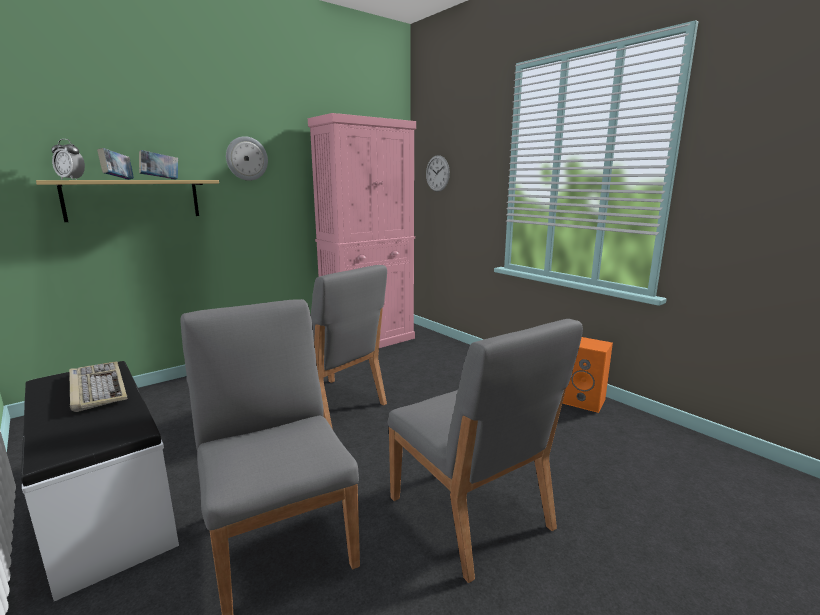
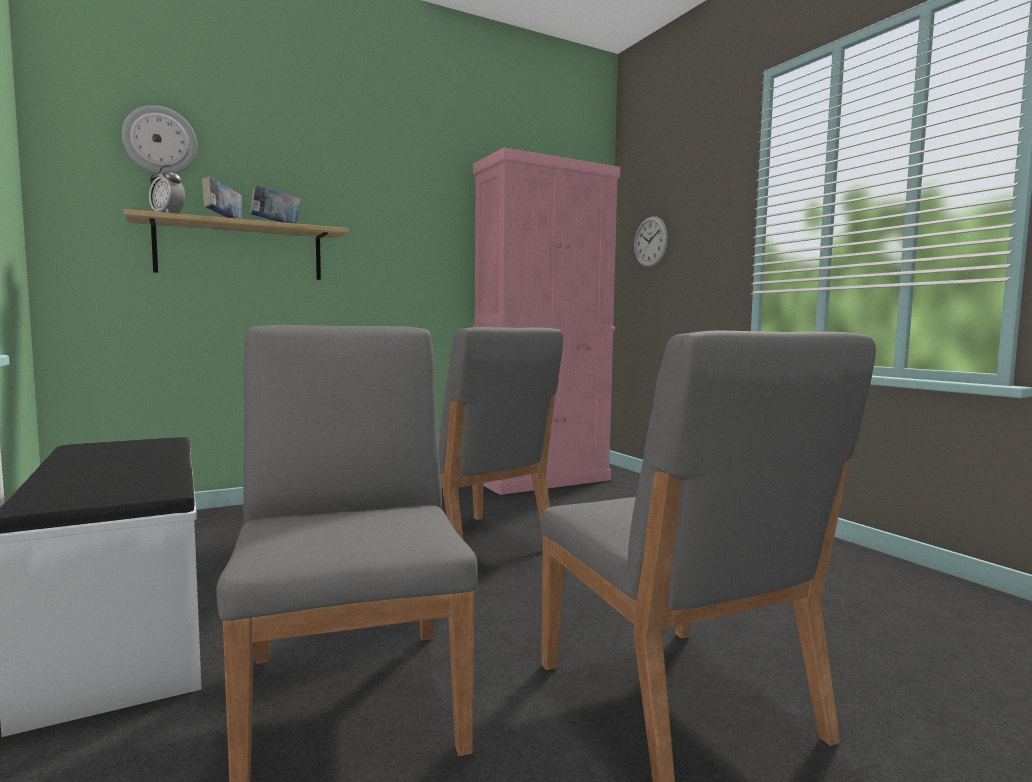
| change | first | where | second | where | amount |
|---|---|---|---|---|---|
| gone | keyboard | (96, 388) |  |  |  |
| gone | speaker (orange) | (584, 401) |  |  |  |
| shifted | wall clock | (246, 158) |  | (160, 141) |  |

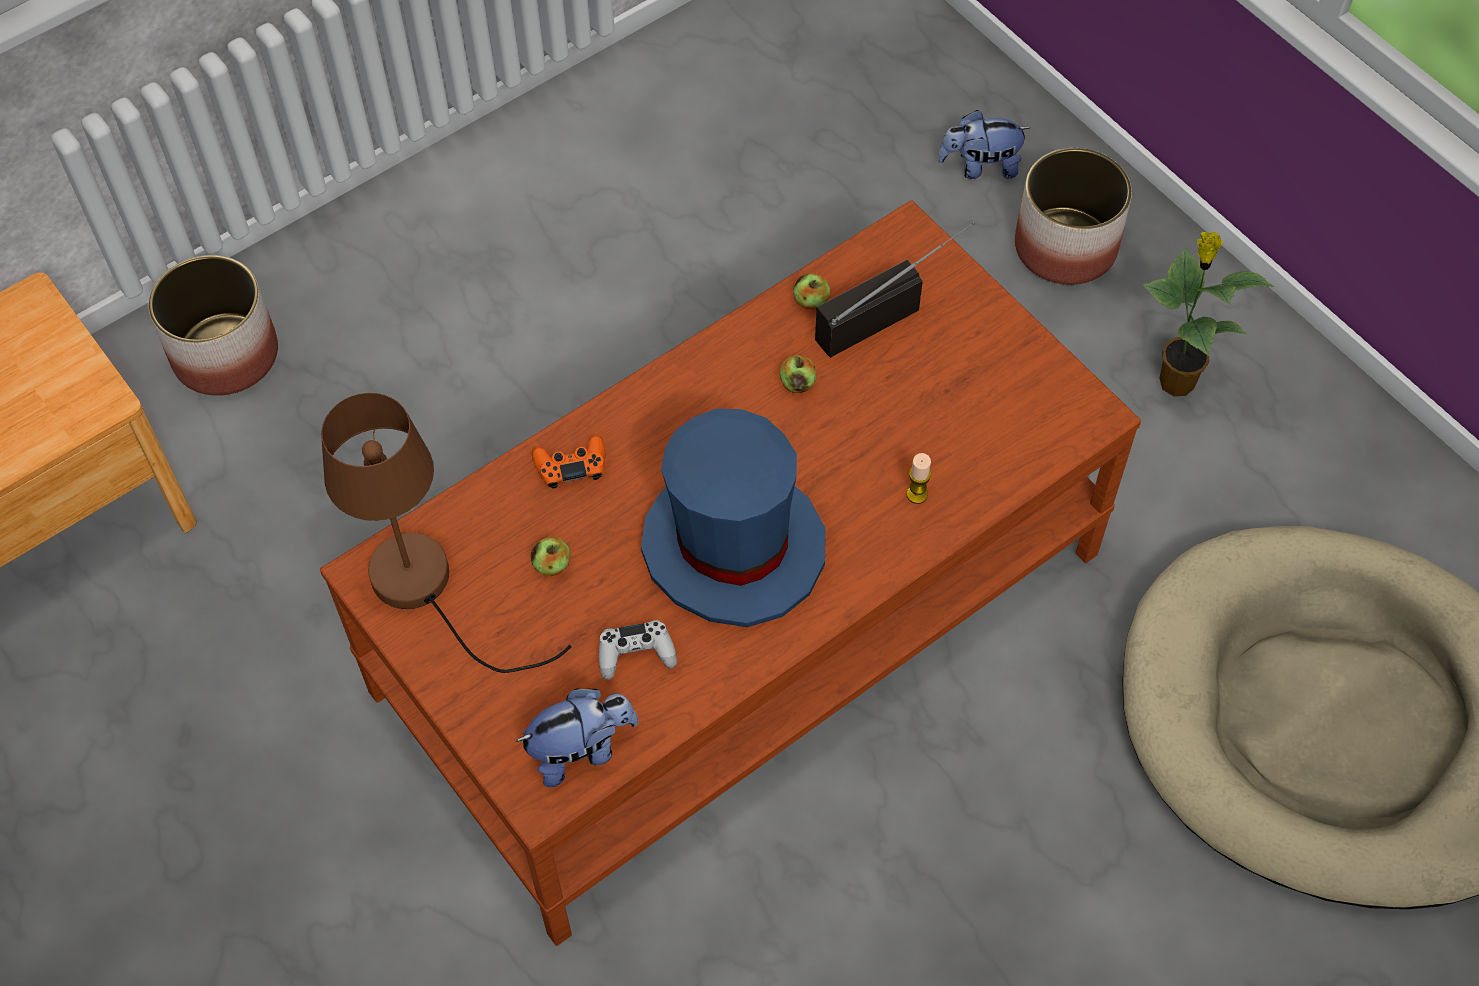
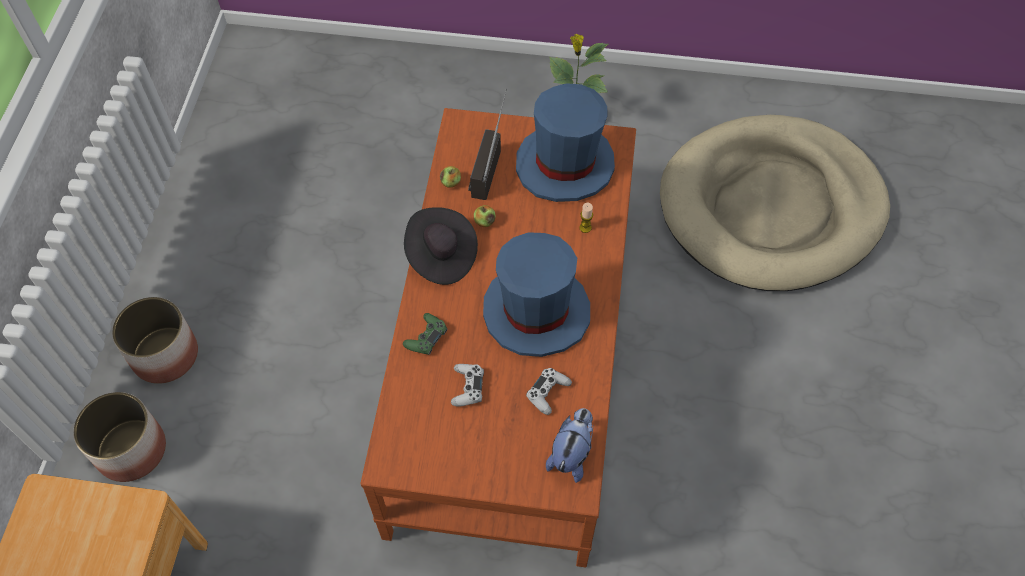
| change | first | where | second | where | amount |
|---|---|---|---|---|---|
| gone | table lamp (brown) | (428, 590) |  |  |  |
| gone | plush toy | (980, 166) |  |  |  |
| new |  |  | hat (black) | (441, 256) |  |
| new |  |  | hat (blue) | (565, 165) |  |
| shifted | planter | (1066, 246) |  | (165, 354) |  |
| swapped | apple | (552, 565) | game controller (white) | (467, 387) |  |
| repainted | game controller (orange) | (571, 466) | game controller (green) | (426, 337) |  |

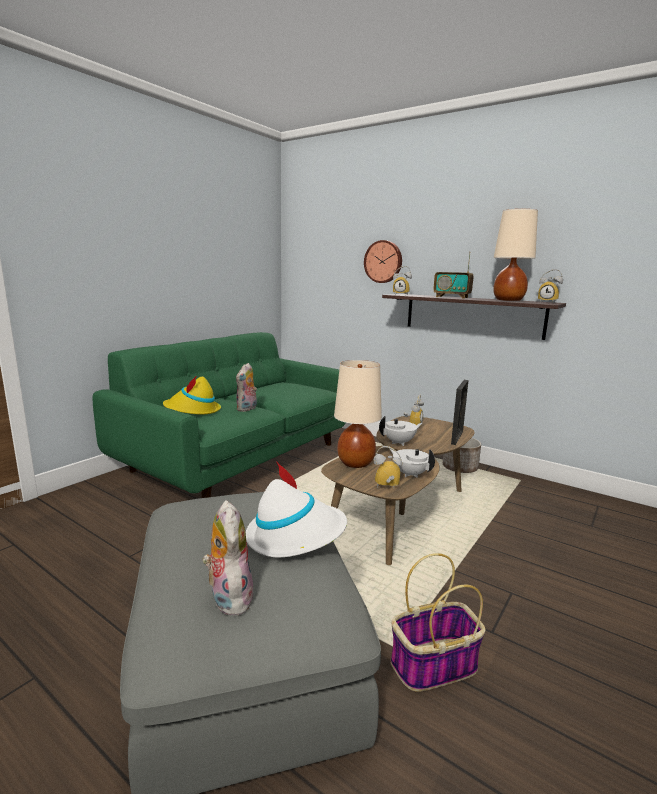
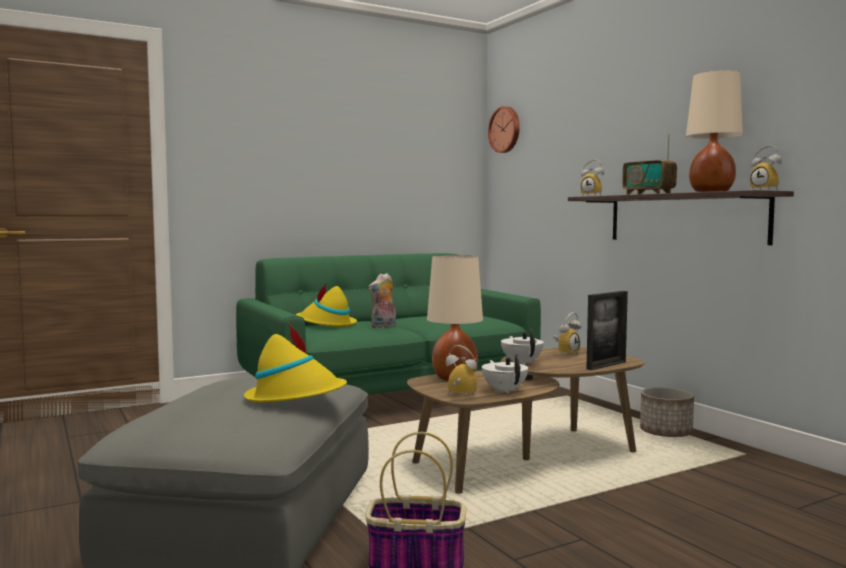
| change | first | where | second | where | amount |
|---|---|---|---|---|---|
| gone | plush toy | (228, 597) |  |  |  |
| shifted | wall clock | (383, 261) |  | (505, 129) |  |
| repainted | hat (white) | (295, 535) | hat (yellow) | (295, 397) |  |
| rotated | teapot (white) | (399, 442) |  | (522, 363) | 105 degrees counterclockwise |

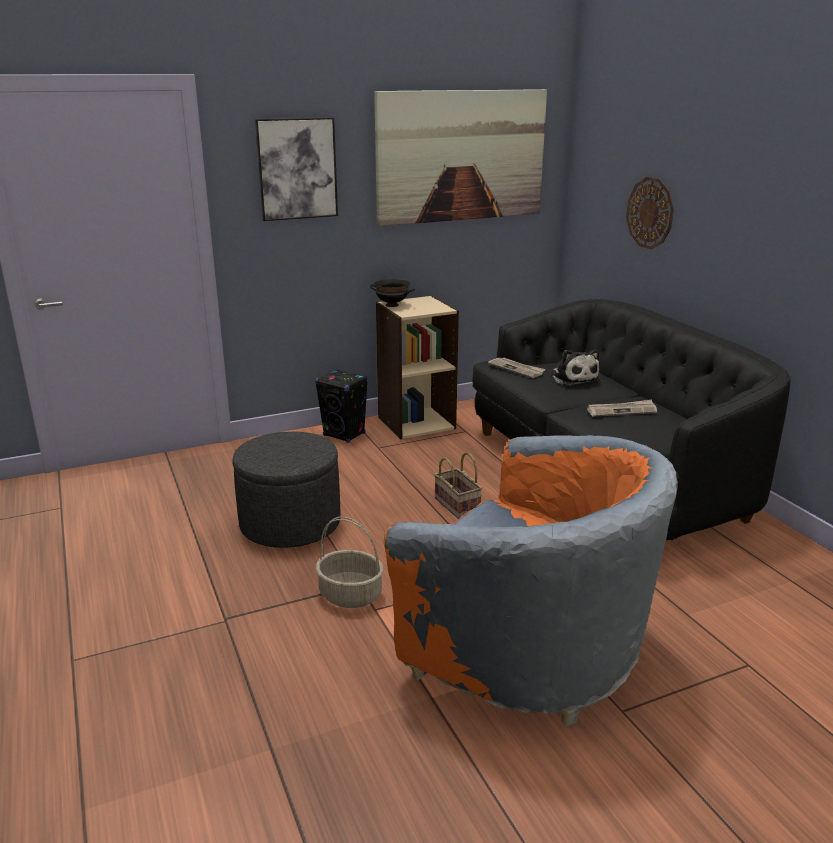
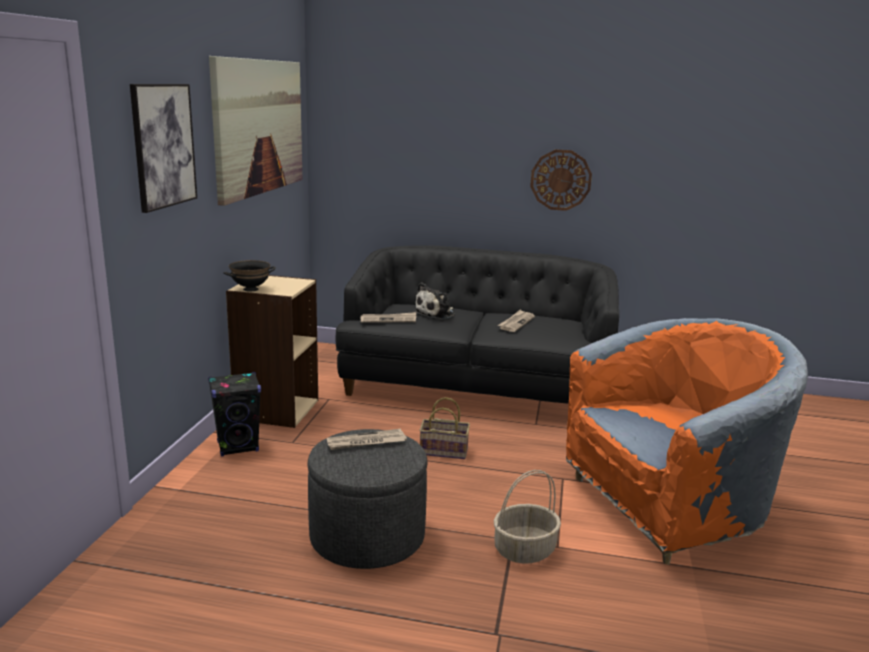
| change | first | where | second | where | amount |
|---|---|---|---|---|---|
| new |  |  | newspaper | (366, 442) |  |
| shifted | wall clock | (650, 213) |  | (560, 180) |  |
| rotated | plush toy | (573, 378) |  | (436, 314) | 120 degrees clockwise |

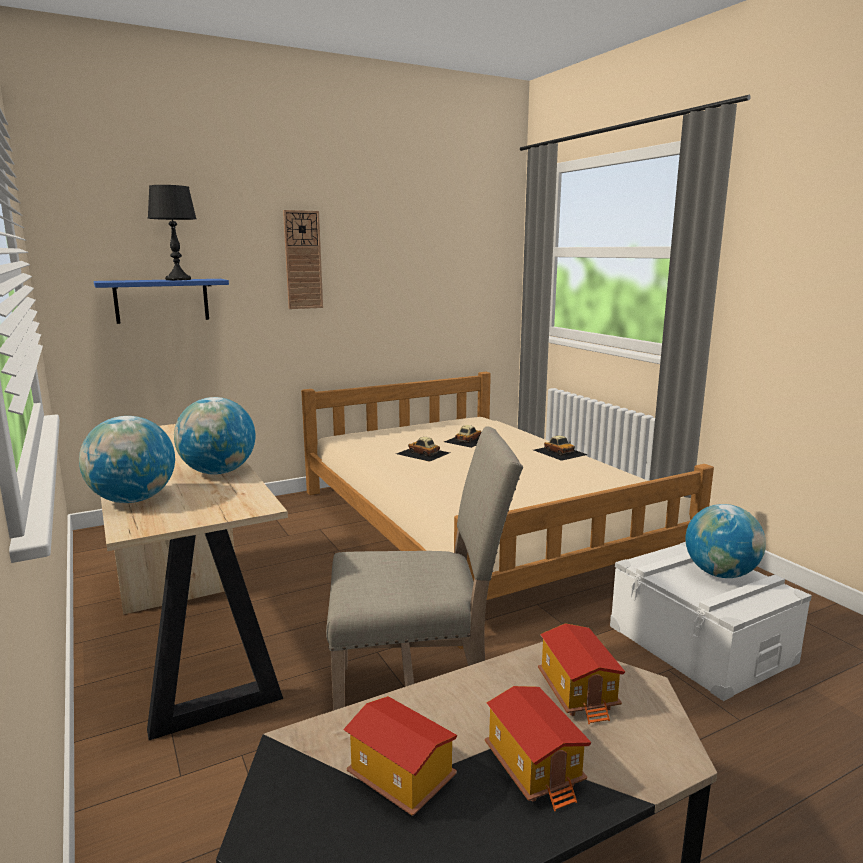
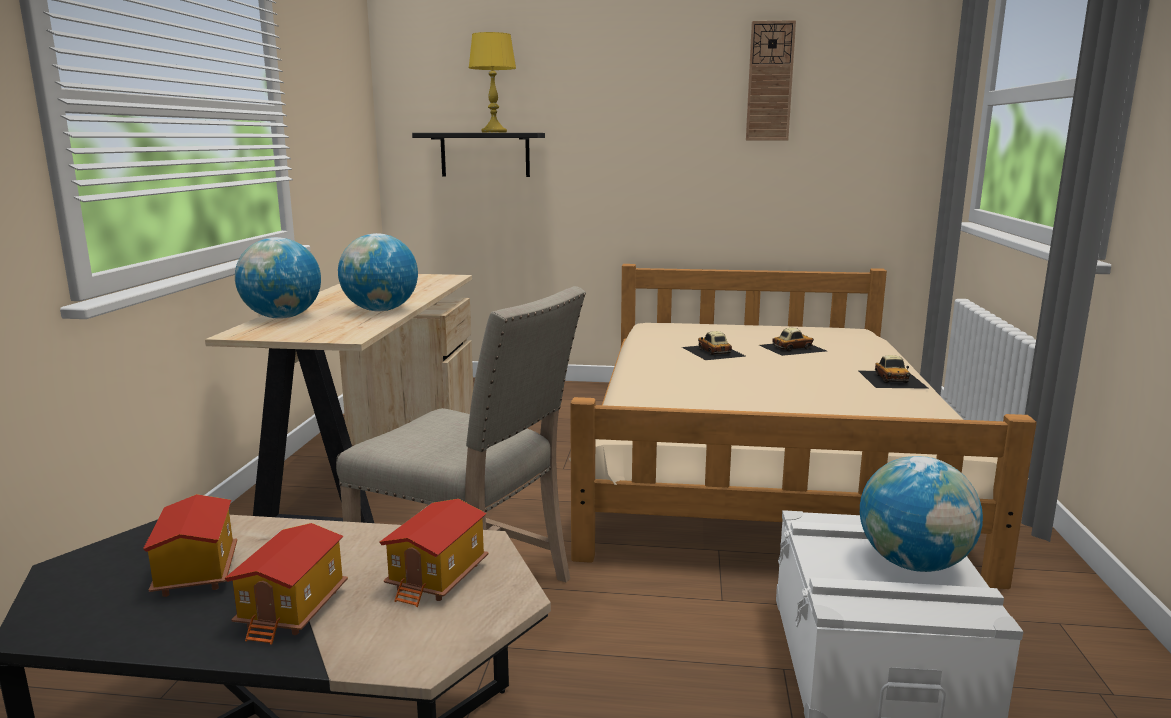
| change | first | where | second | where | amount |
|---|---|---|---|---|---|
| shifted | wall clock | (303, 260) |  | (770, 81) |  |
| repainted | shelf (blue) | (162, 300) | shelf (black) | (485, 154) |  |
| repainted | table lamp (black) | (178, 279) | table lamp (yellow) | (494, 132) |  |

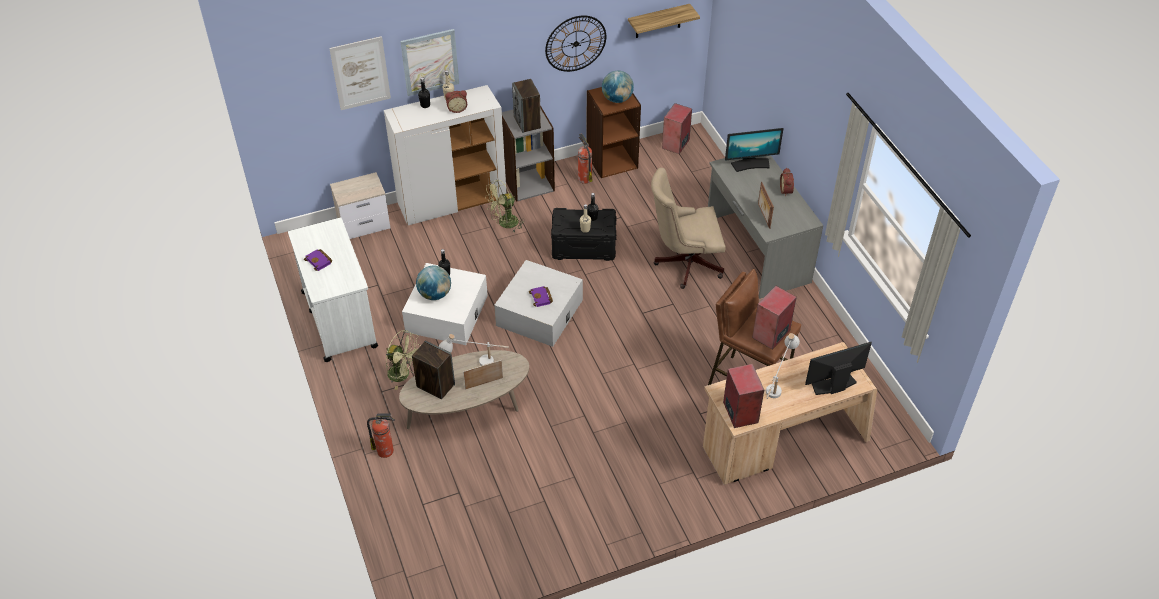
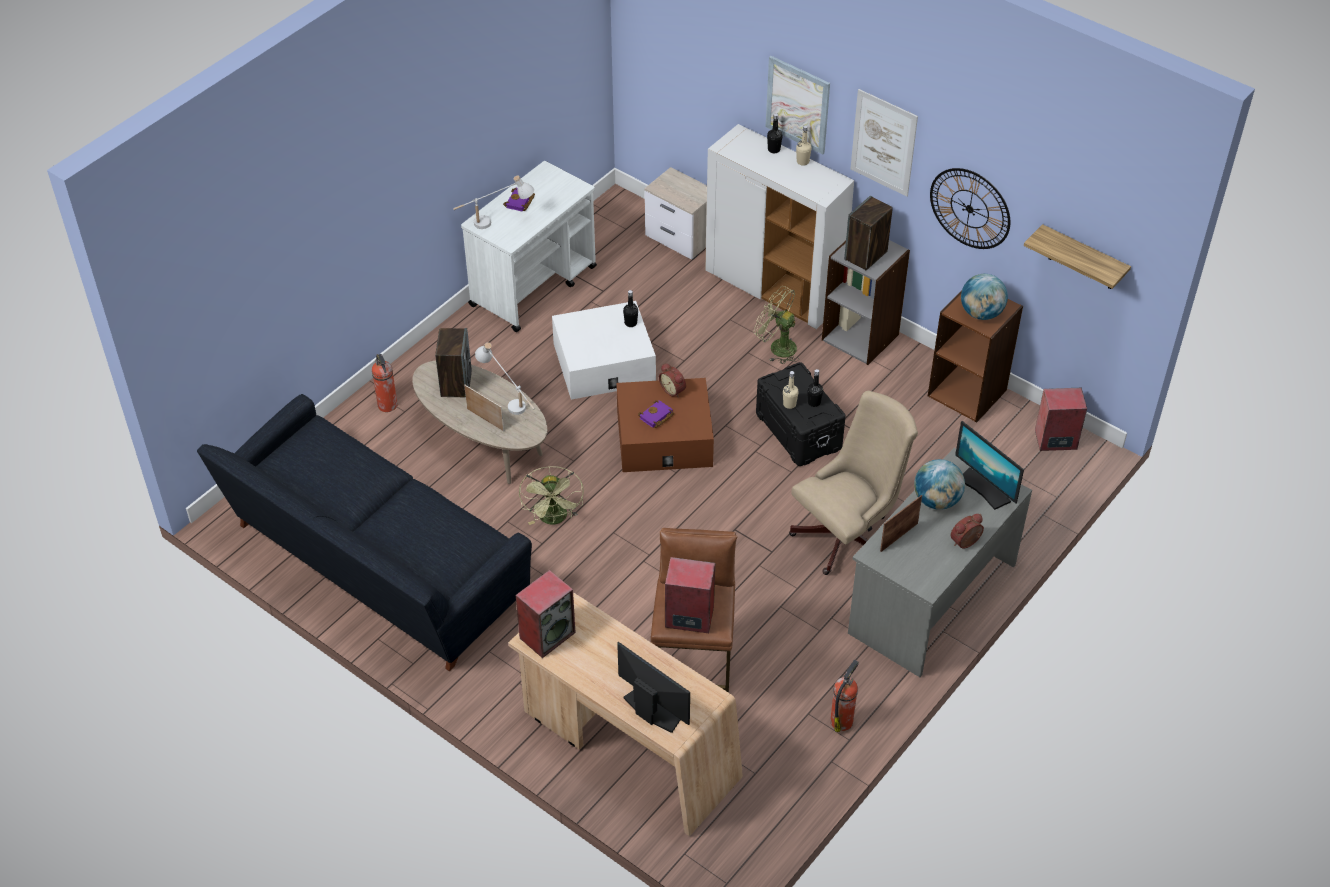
| change | first | where | second | where | amount |
|---|---|---|---|---|---|
| new |  |  | sofa (black) | (374, 567) |  |
| shifted | picture | (360, 73) |  | (883, 143) |  |
| shifted | fan (green) | (403, 374) |  | (554, 519) |  |
| shifted | globe | (435, 294) |  | (936, 500) |  |
| shifted | alarm clock | (457, 109) |  | (673, 390) |  |
| shifted | fire extinguisher | (584, 178) |  | (842, 720) |  |
| shifted | table lamp (white) | (777, 383) |  | (495, 222) |  |
| repainted | storage box (white) | (539, 312) | storage box (brown) | (664, 438) |  |
| rotated | office chair (beige) | (684, 263) |  | (848, 535) | 90 degrees clockwise |

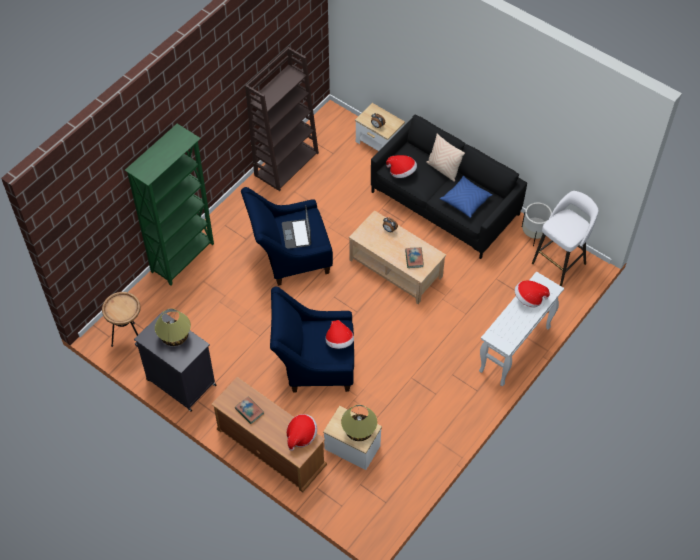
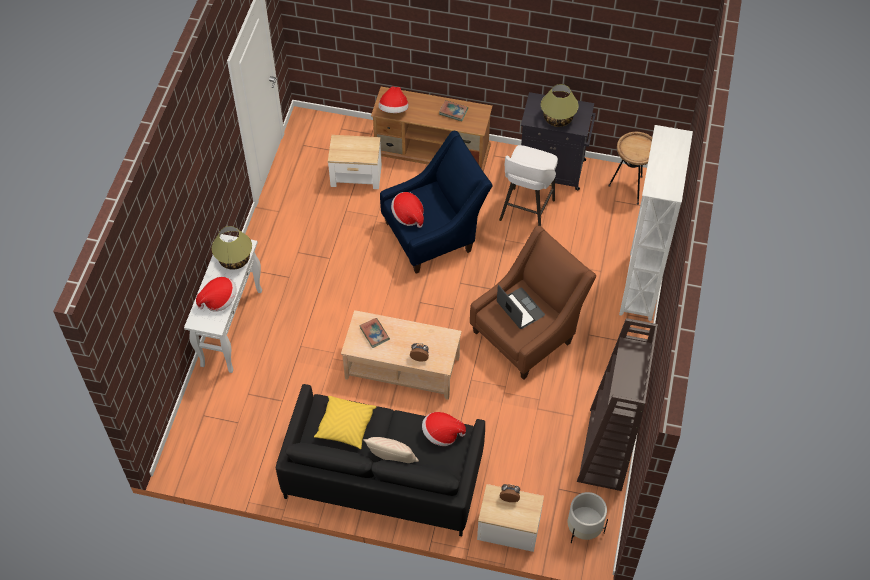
| change | first | where | second | where | amount |
|---|---|---|---|---|---|
| shifted | table lamp | (359, 430) |  | (234, 260) |  |
| shifted | planter (white) | (534, 234) |  | (584, 529) |  |
| shifted | stool (white) | (560, 262) |  | (526, 211) |  |
| repainted | bookcase (green) | (183, 258) | bookcase (white) | (639, 287) |  |
| repainted | armchair (blue) | (289, 257) | armchair (brown) | (527, 333) |  |
| repainted | pillow (blue) | (465, 201) | pillow (yellow) | (345, 426) |  |

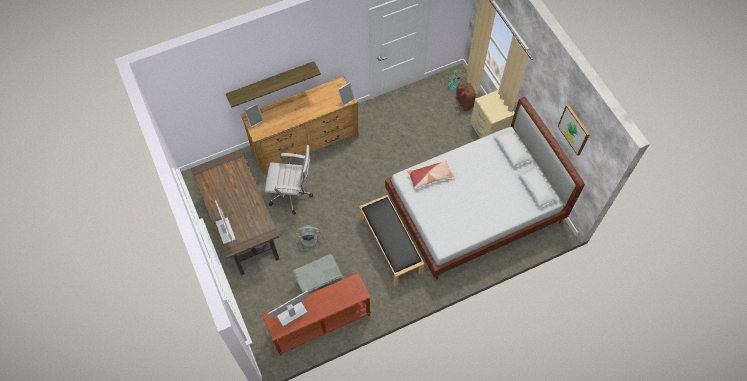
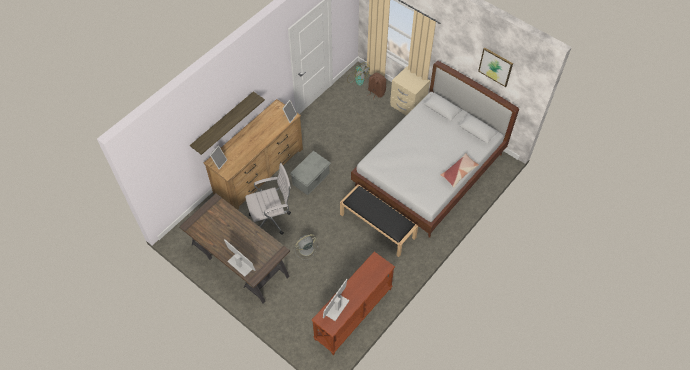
| change | first | where | second | where | amount |
|---|---|---|---|---|---|
| shifted | storage box (grey) | (319, 282) |  | (311, 179) |  |
| shifted | pillow | (430, 176) |  | (459, 172) |  |

